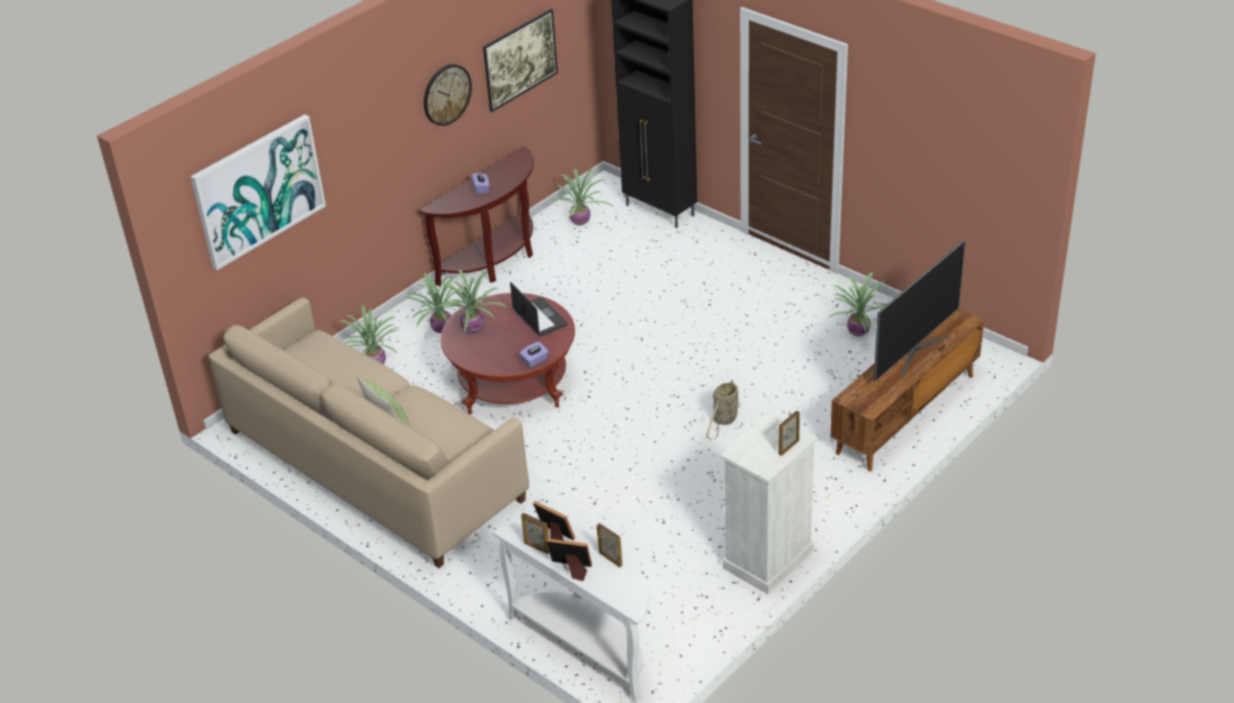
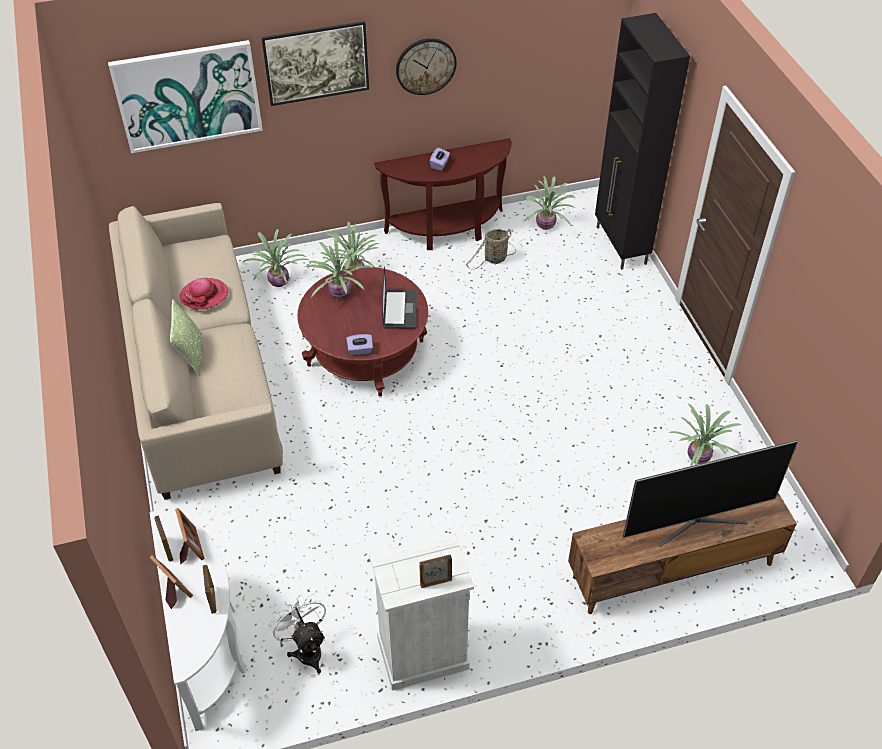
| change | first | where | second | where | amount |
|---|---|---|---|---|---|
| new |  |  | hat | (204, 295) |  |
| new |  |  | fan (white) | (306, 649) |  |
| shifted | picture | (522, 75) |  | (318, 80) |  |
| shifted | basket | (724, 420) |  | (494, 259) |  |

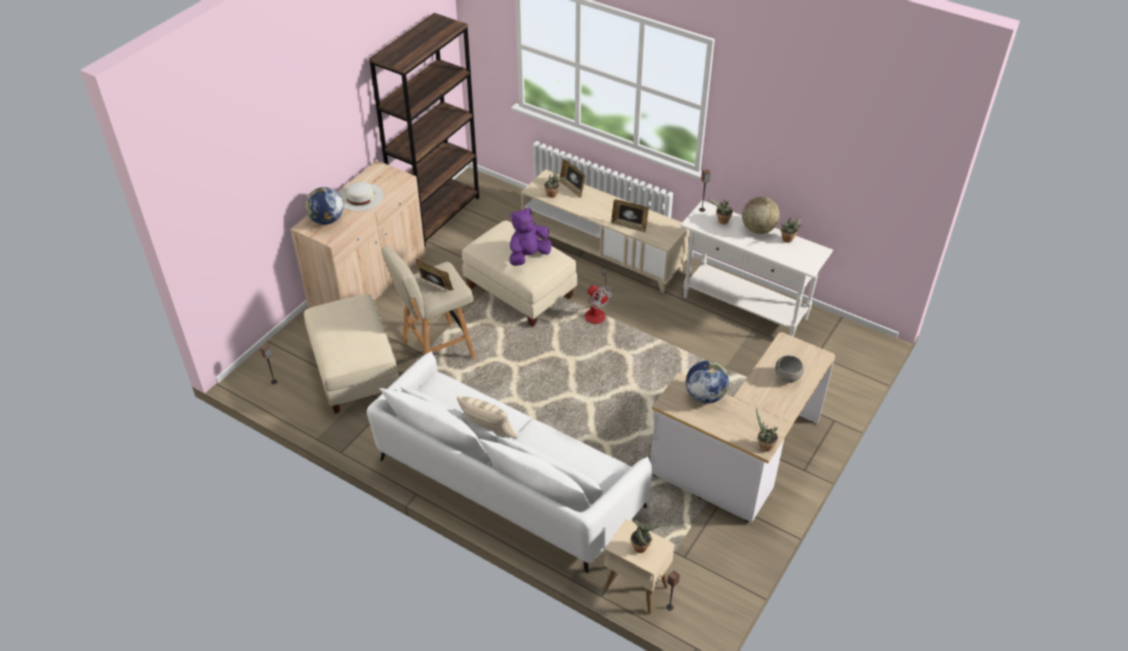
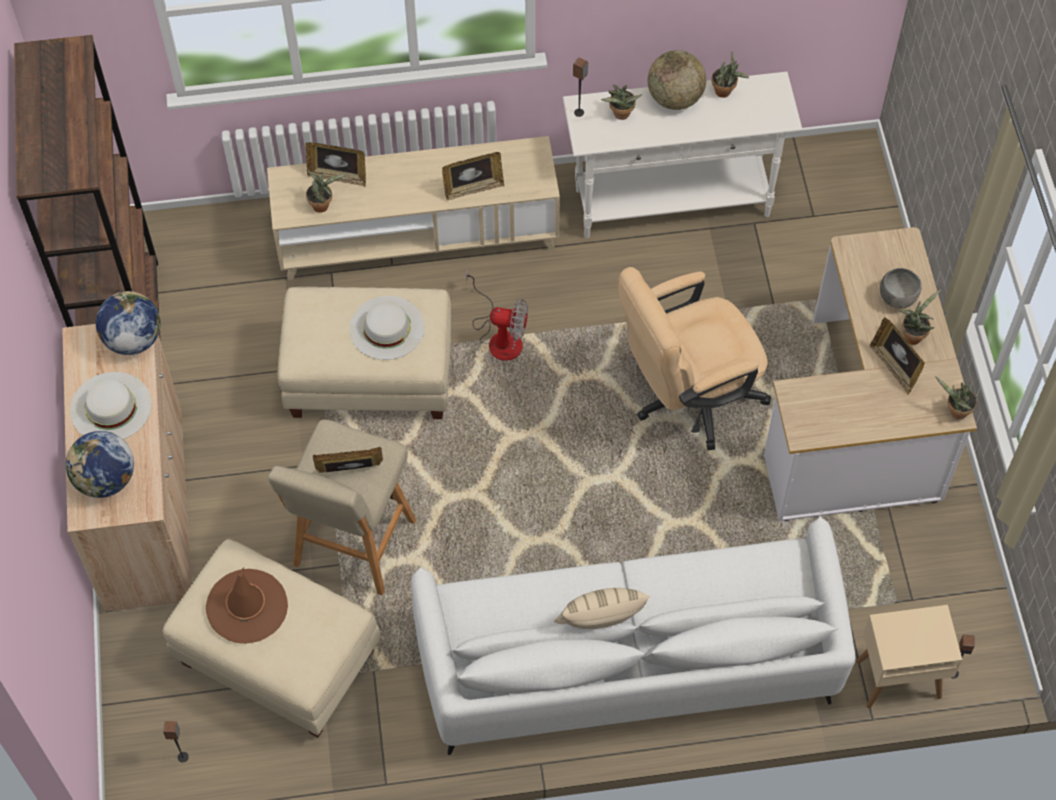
| change | first | where | second | where | amount |
|---|---|---|---|---|---|
| new |  |  | hat (brown) | (247, 606) |  |
| new |  |  | office chair (beige) | (687, 398) |  |
| new |  |  | picture frame | (894, 367) |  |
| shifted | potted plant | (642, 546) |  | (913, 335) |  |
| shifted | globe | (704, 396) |  | (133, 339) |  |
| swapped | plush toy (purple) | (528, 256) | hat (white) | (387, 327) |  |

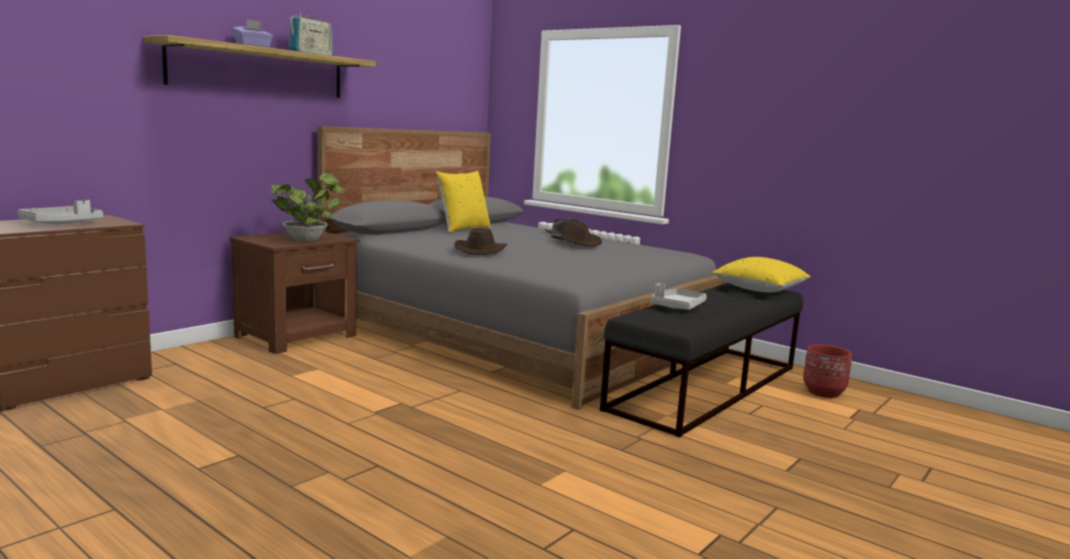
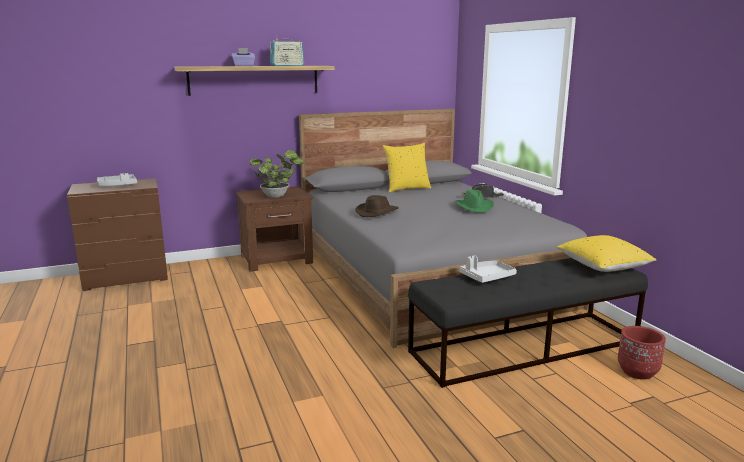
| change | first | where | second | where | amount |
|---|---|---|---|---|---|
| repainted | hat (brown) | (576, 242) | hat (green) | (474, 207) |  |

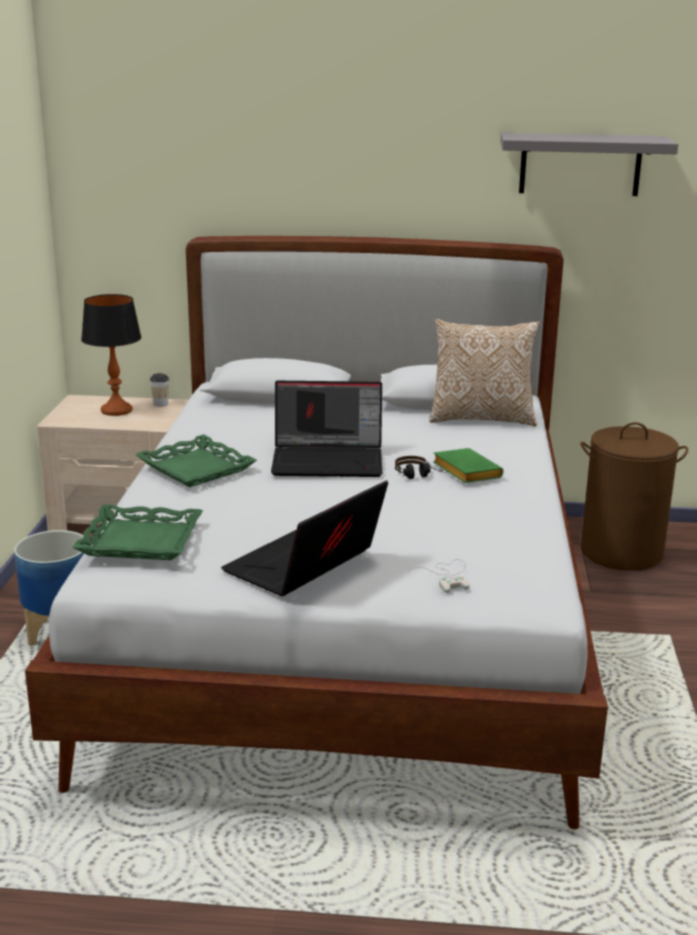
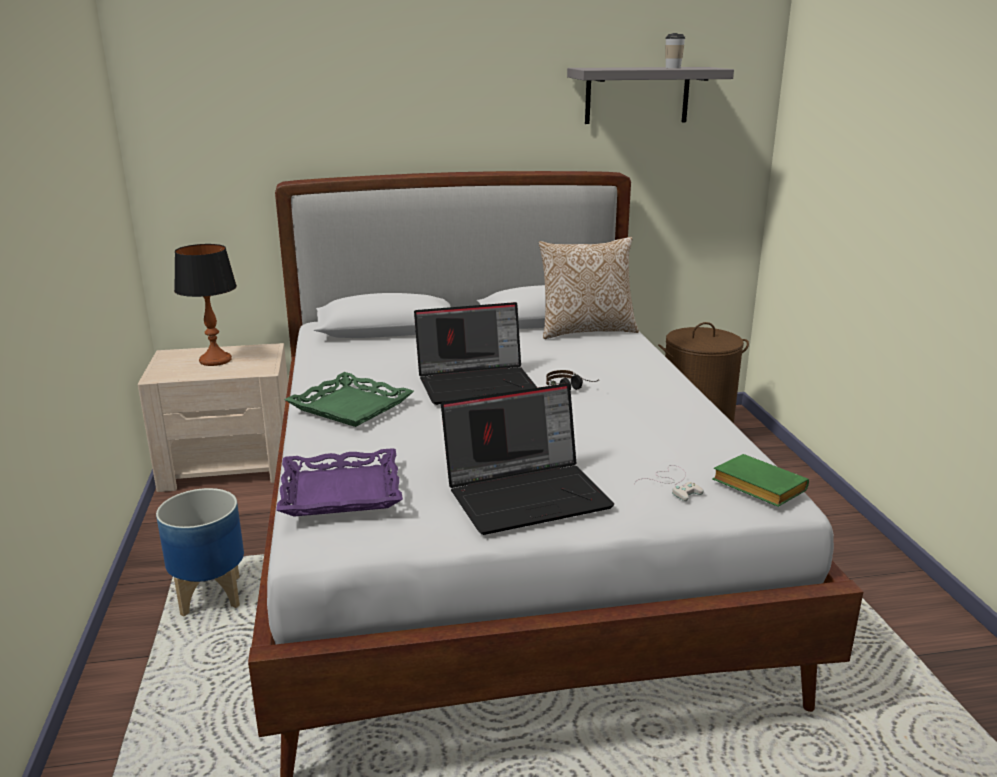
| change | first | where | second | where | amount |
|---|---|---|---|---|---|
| shifted | cup | (161, 404) |  | (673, 68) |  |
| shifted | book (green) | (464, 471) |  | (755, 487) |  |
| repainted | tray (green) | (140, 541) | tray (purple) | (340, 492) |  |
| rotated | laptop | (304, 566) |  | (528, 494) | 135 degrees counterclockwise |

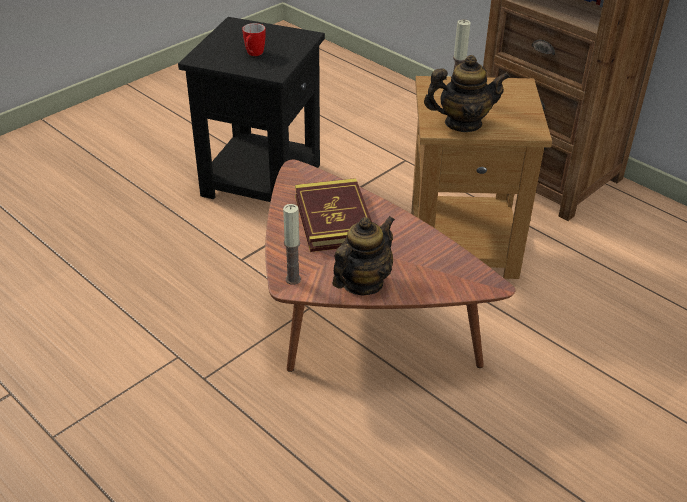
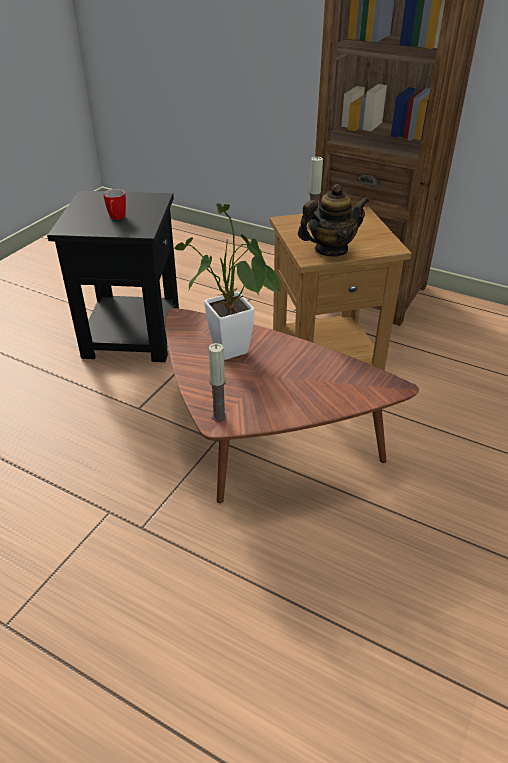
| change | first | where | second | where | amount |
|---|---|---|---|---|---|
| gone | teapot | (362, 283) |  |  |  |
| swapped | book | (333, 219) | potted plant | (233, 355) |  |

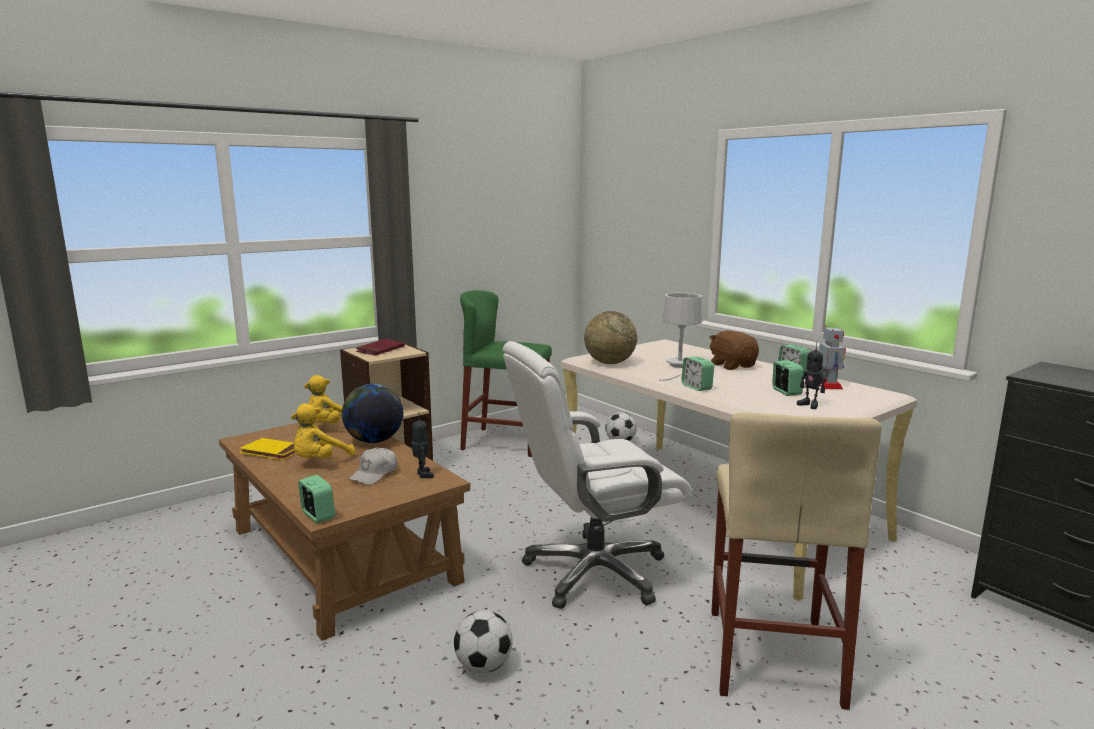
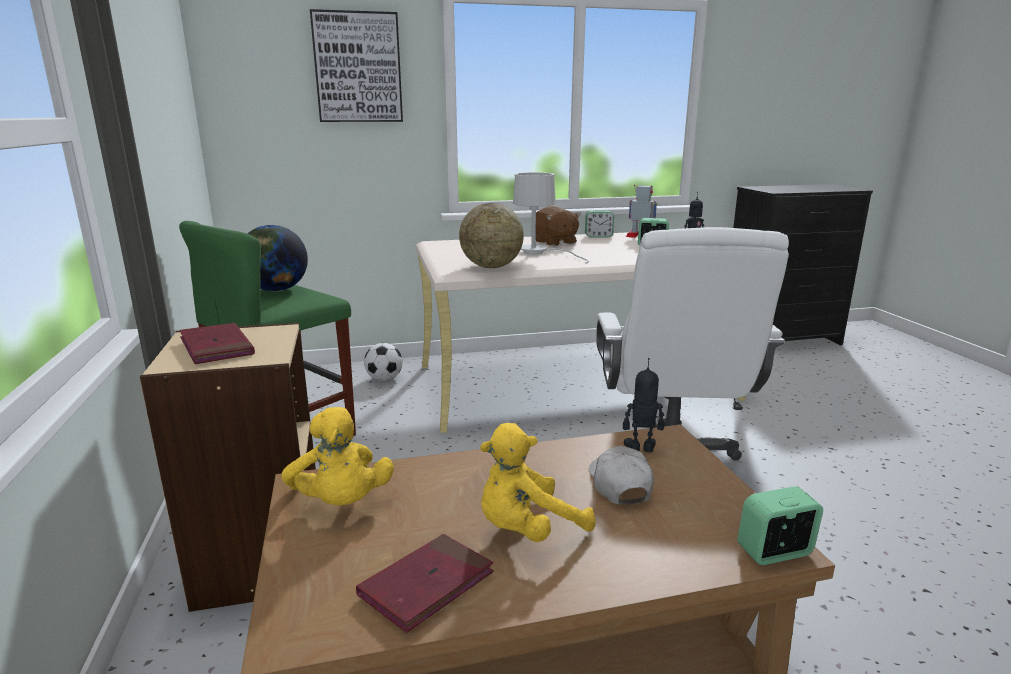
| change | first | where | second | where | amount |
|---|---|---|---|---|---|
| gone | football | (483, 666) |  |  |  |
| gone | alarm clock | (696, 387) |  |  |  |
| gone | stool (beige) | (772, 655) |  |  |  |
| new |  |  | picture | (358, 68) |  |
| shifted | globe | (374, 441) |  | (276, 290) |  |
| repainted | book (yellow) | (272, 452) | book (red) | (427, 585) |  |
| rotated | plush toy (yellow) | (320, 461) |  | (527, 530) | 90 degrees clockwise |
| rotated | cap (white) | (374, 474) |  | (619, 484) | 150 degrees counterclockwise |
| rotated | plush toy (brown) | (732, 365) |  | (555, 242) | 120 degrees counterclockwise |

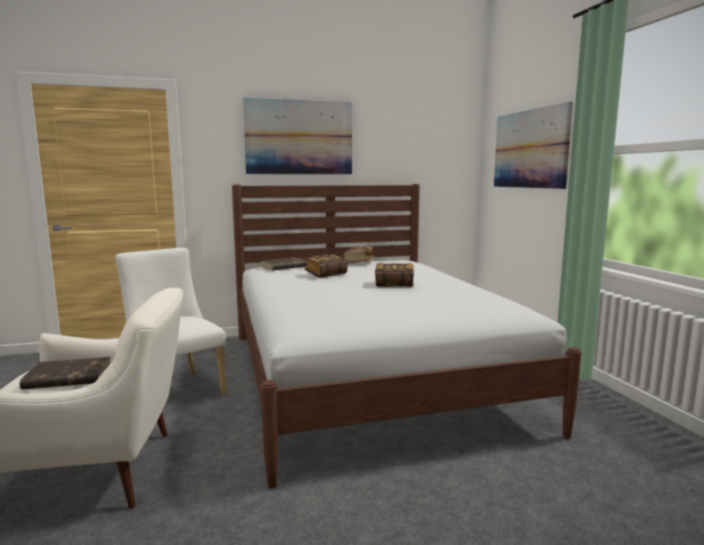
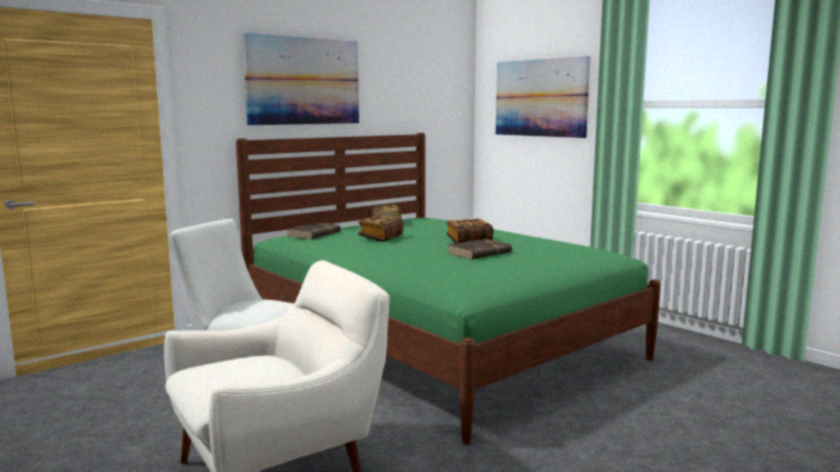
| change | first | where | second | where | amount |
|---|---|---|---|---|---|
| shifted | book (brown) | (68, 378) |  | (479, 253) |  |
| repainted | bed (white) | (367, 376) | bed (green) | (437, 342) |  |

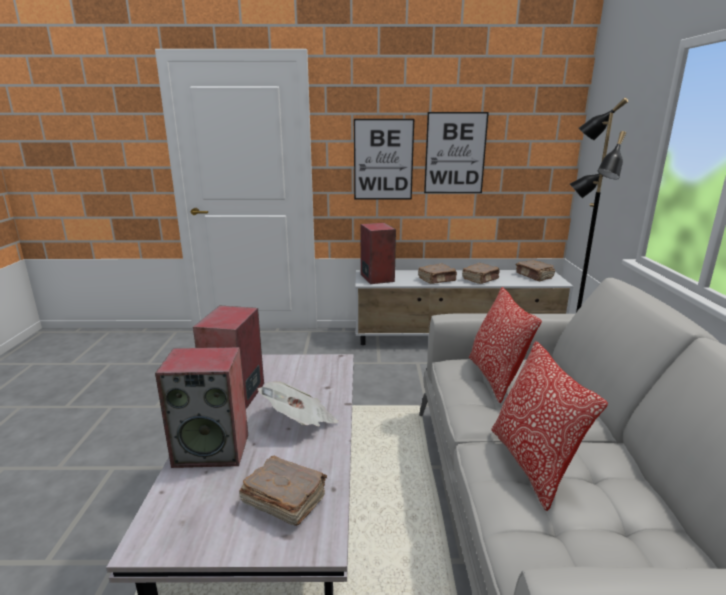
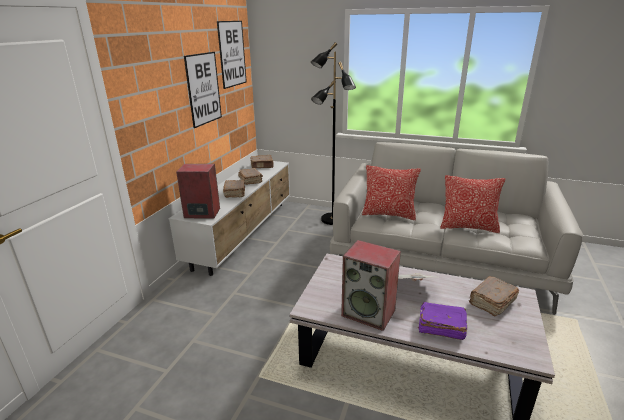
| change | first | where | second | where | amount |
|---|---|---|---|---|---|
| shifted | picture | (383, 160) |  | (232, 54) |  |
| swapped | speaker | (213, 449) | book (purple) | (440, 327) |  |

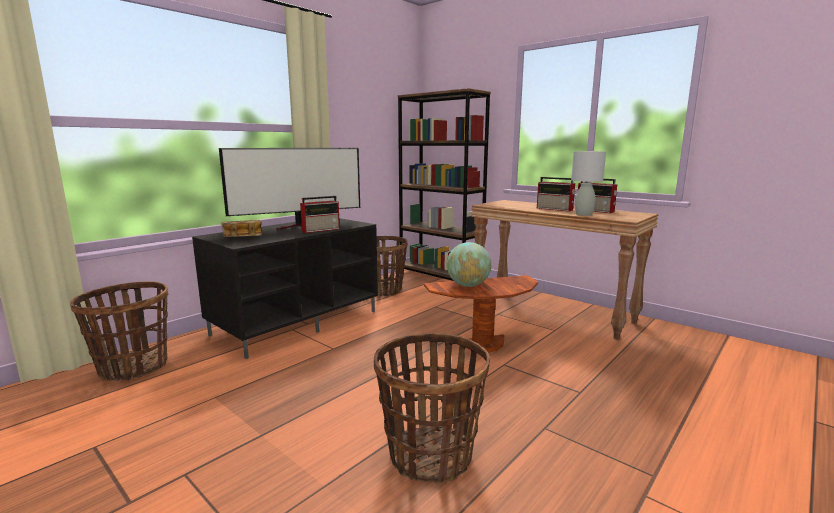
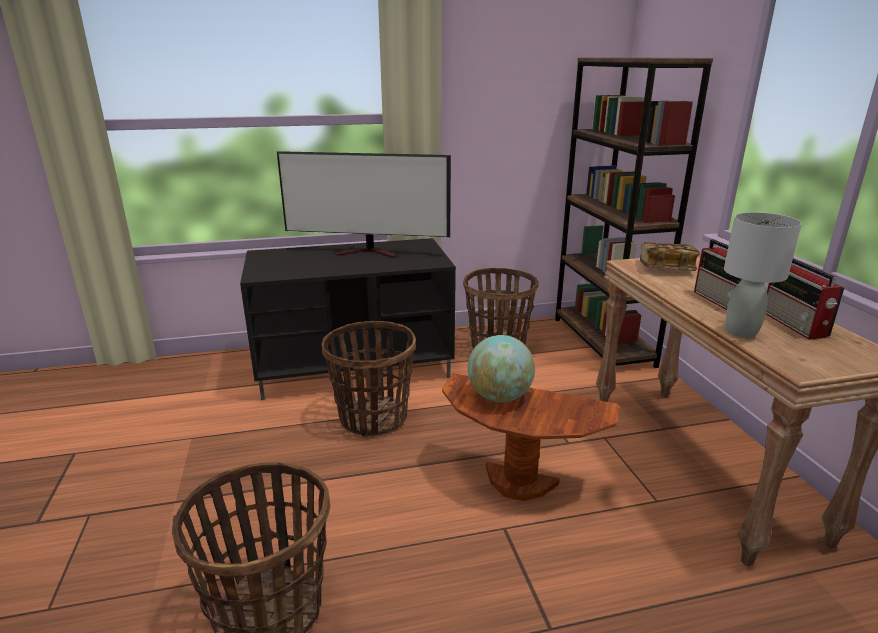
| change | first | where | second | where | amount |
|---|---|---|---|---|---|
| gone | radio | (321, 230) |  |  |  |
| shifted | basket | (133, 368) |  | (372, 418) |  |
| shifted | book | (243, 238) |  | (666, 268) |  |

